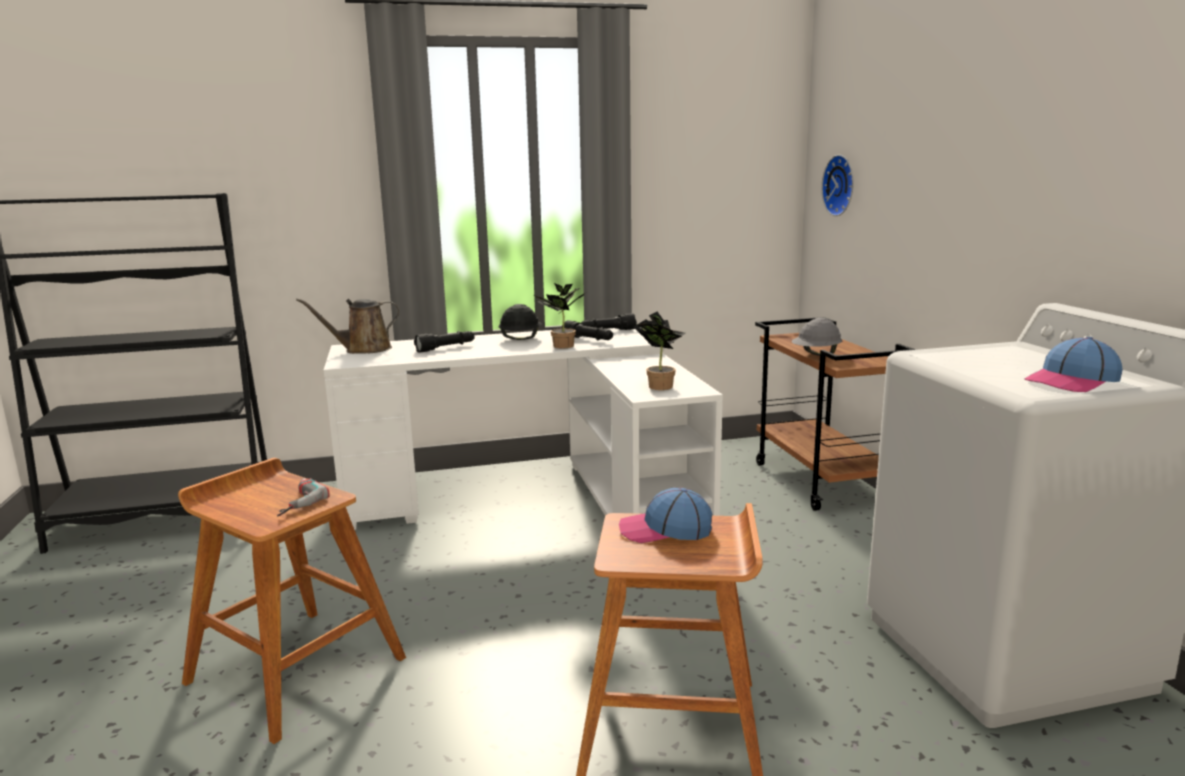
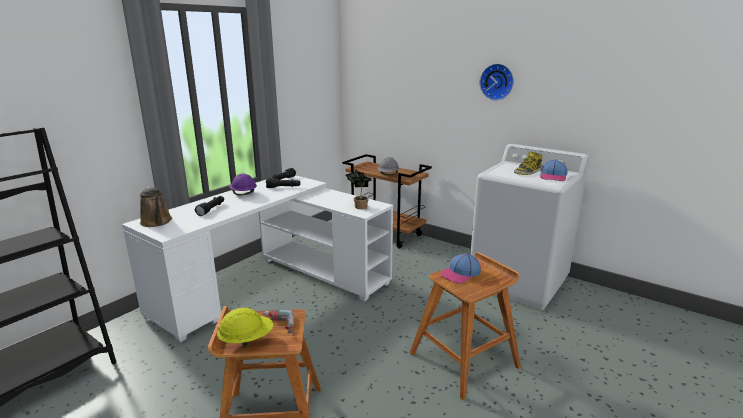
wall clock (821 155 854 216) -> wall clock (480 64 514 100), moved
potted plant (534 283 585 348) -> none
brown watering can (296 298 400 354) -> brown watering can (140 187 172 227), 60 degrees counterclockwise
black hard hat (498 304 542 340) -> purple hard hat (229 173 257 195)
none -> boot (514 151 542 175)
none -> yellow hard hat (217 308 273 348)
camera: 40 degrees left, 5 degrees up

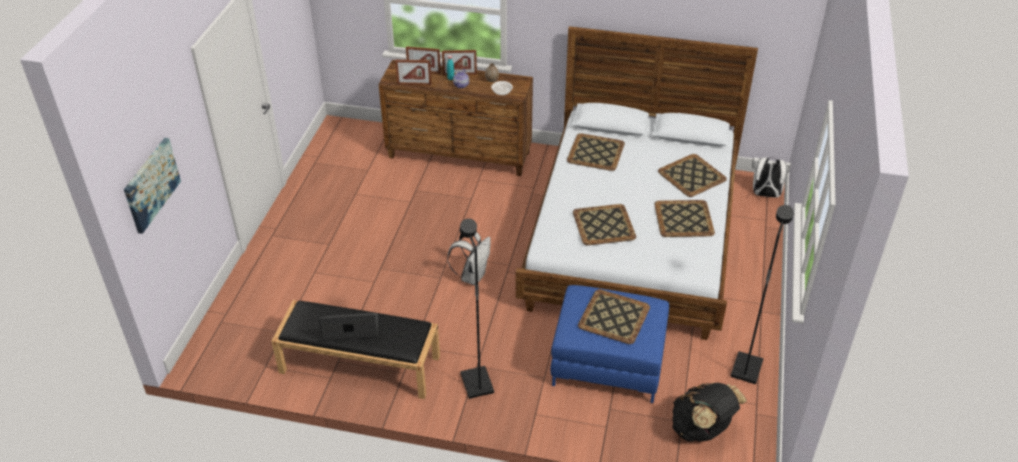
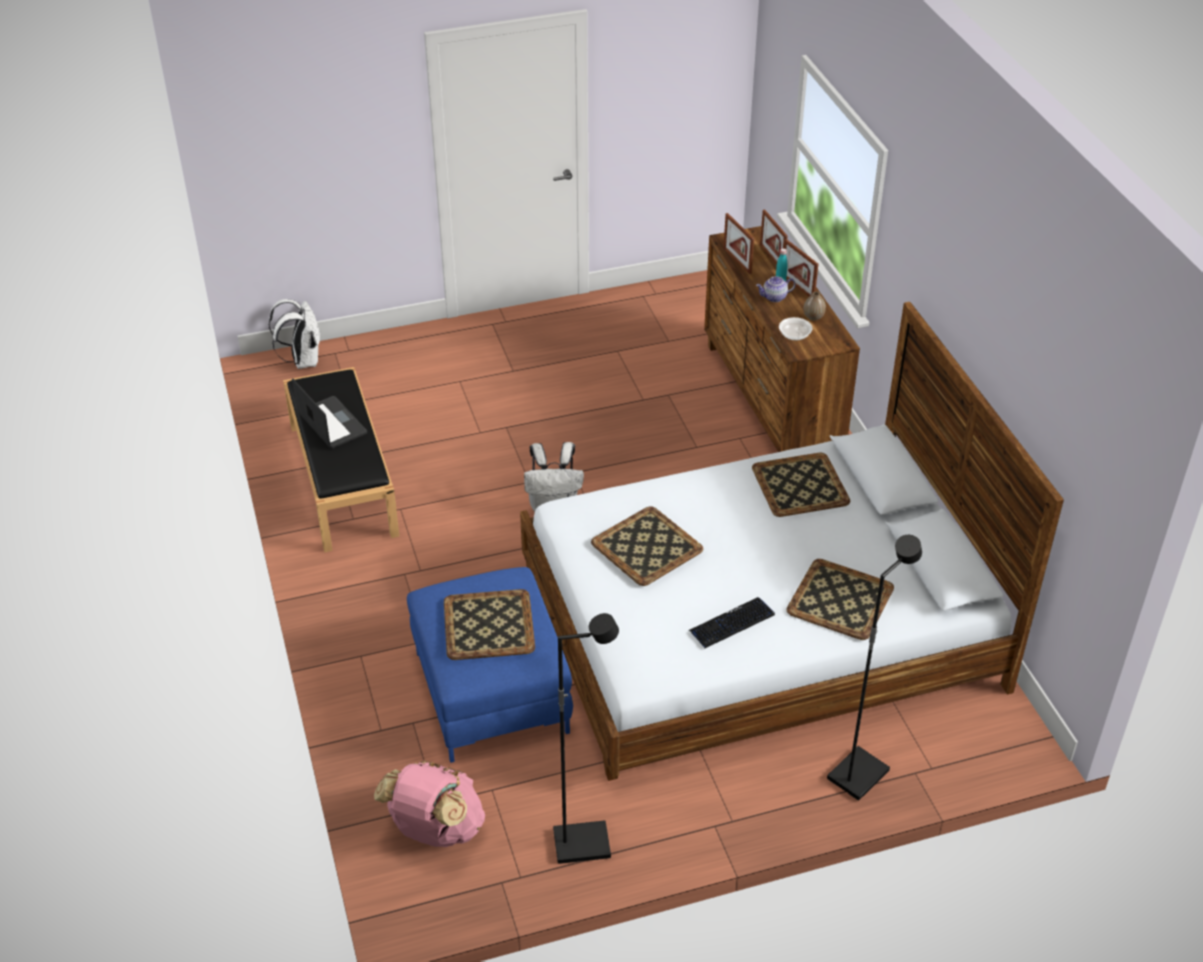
picture (124 138 181 234) -> none
white backpack (752 157 791 198) -> white backpack (268 299 320 369), moved
tray (654 200 715 237) -> keyboard (689 597 775 649)
black floor lamp (460 219 494 399) -> black floor lamp (827 535 922 801), moved
black backpack (672 382 747 442) -> pink backpack (374 760 485 847)
camera: 60 degrees right, 0 degrees up

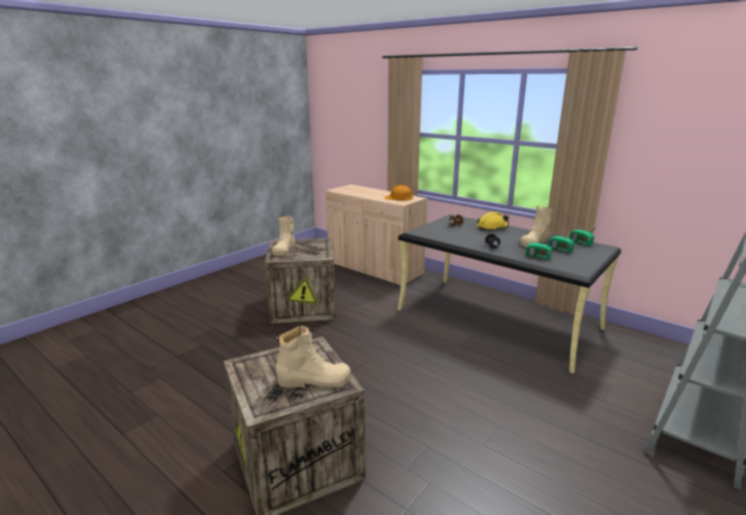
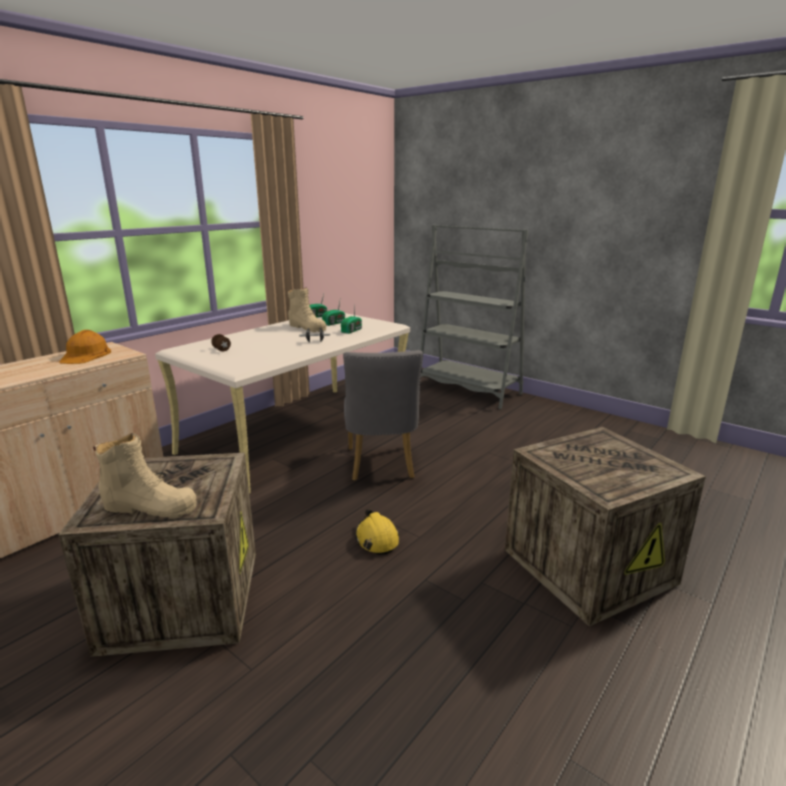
yellow hard hat (477 212 509 230) -> yellow hard hat (355 509 399 555), moved
black desk (397 214 621 374) -> beige desk (155 313 410 494)
beige boot (276 325 351 388) -> none
none -> grey chair (343 350 423 481)
camera: 90 degrees left, 0 degrees up

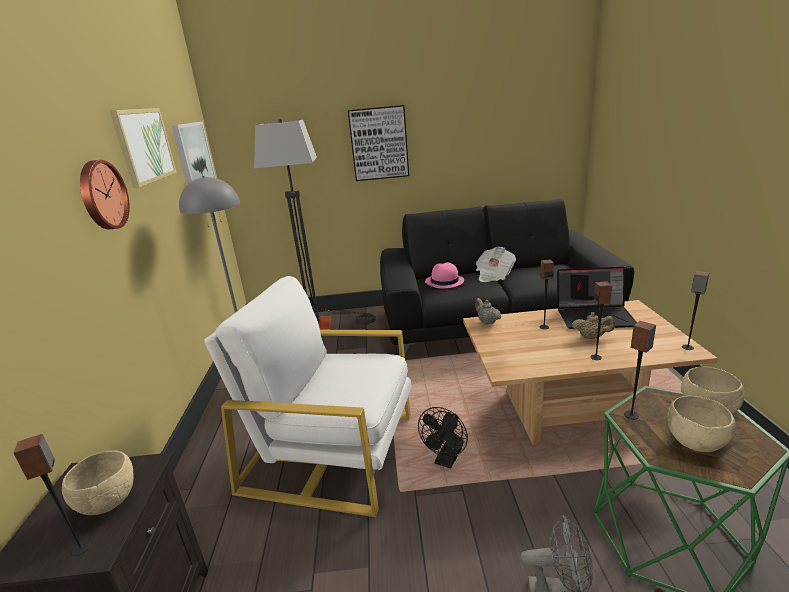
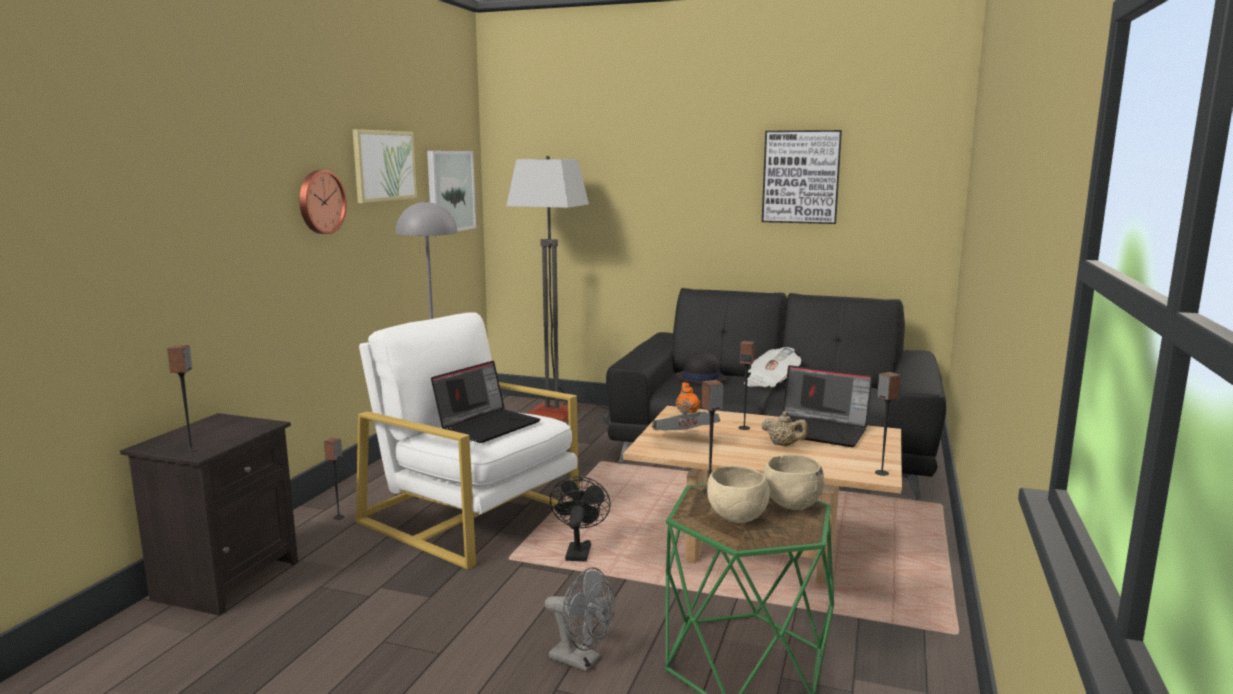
picture (348 105 409 181) -> picture (762 130 842 224), moved
pink hat (425 262 464 288) -> black hat (675 352 727 383)
speaker (591 281 612 360) -> speaker (324 437 345 520), moved
beige teapot (475 298 501 325) -> orange teapot (676 382 700 414)
black fan (418 407 468 468) -> black fan (550 476 611 562), 135 degrees clockwise
beige bowl (62 451 134 515) -> none
none -> laptop (431 361 540 443)
none -> newspaper (652 412 721 431)
camera: 20 degrees right, 10 degrees down

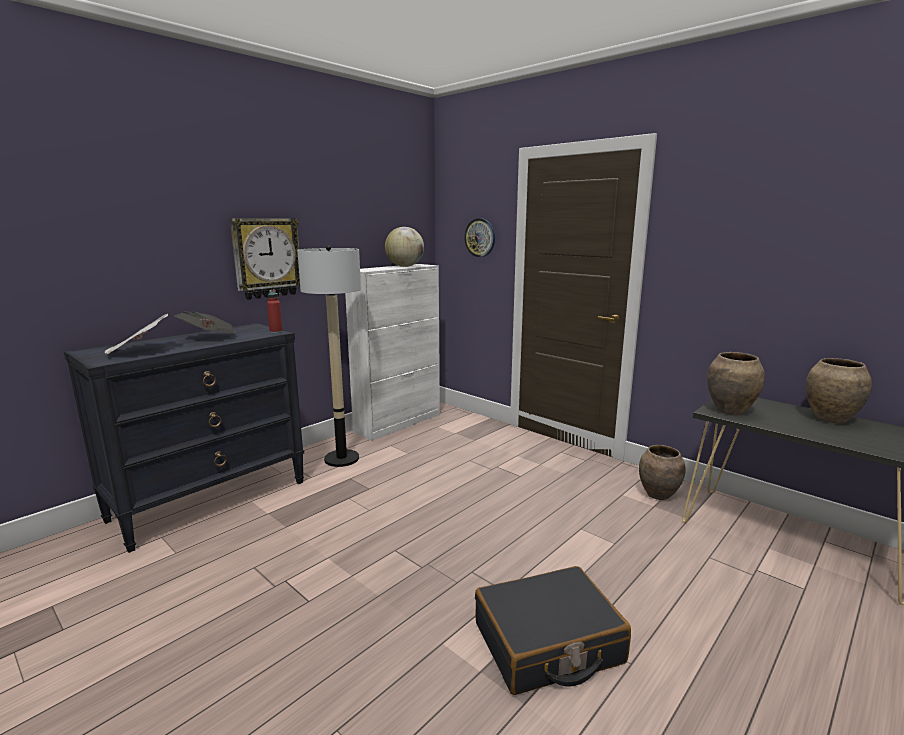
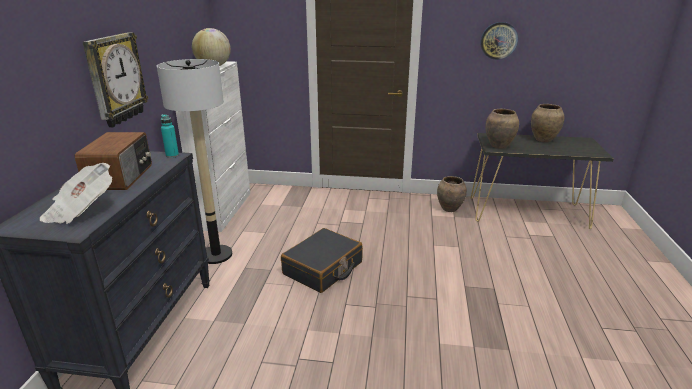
wall clock (464 218 495 257) -> wall clock (480 22 518 60), moved
red bottle (267 290 283 333) -> turquoise bottle (161 114 179 158)
newspaper (174 311 237 333) -> radio (75 132 152 190)
black suitcase (475 566 631 695) -> black suitcase (281 228 363 293), moved
camera: 35 degrees left, 10 degrees up

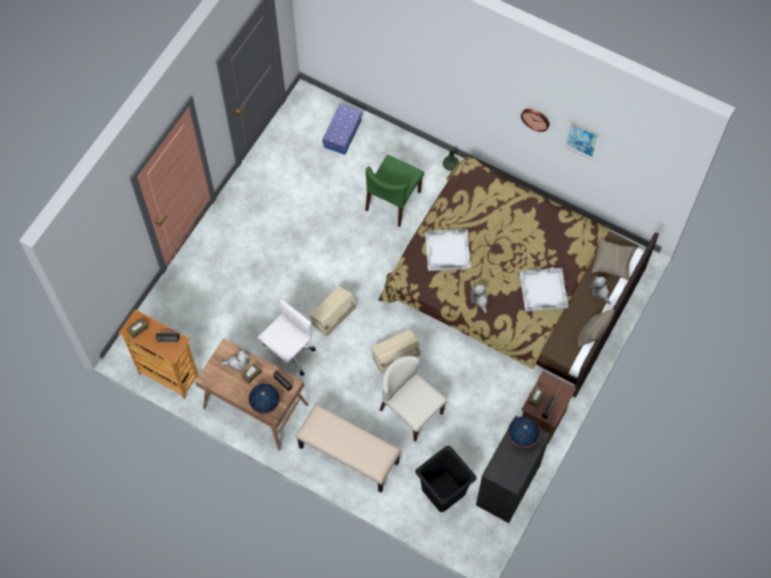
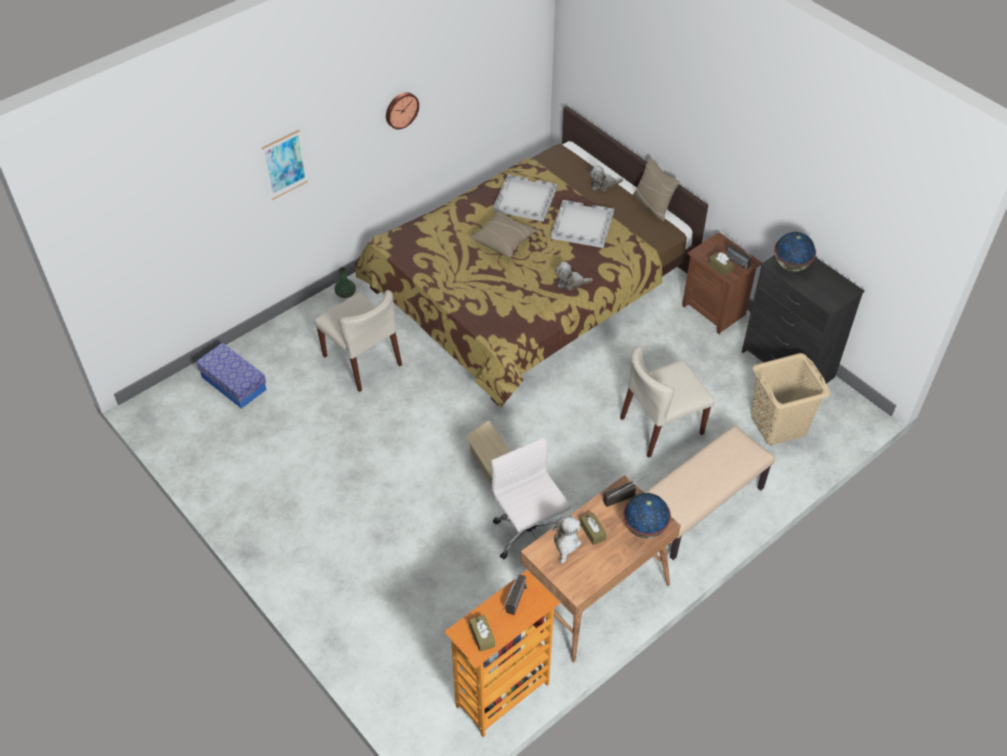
picture (564 120 600 160) -> picture (262 130 308 200), moved
green chair (365 155 424 227) -> beige chair (314 290 402 392)
white tray (425 229 471 271) -> white tray (493 174 558 222), moved
beige pillow (592 238 637 280) -> beige pillow (470 211 537 258), moved
beige storage box (371 329 420 374) -> none
black laundry basket (415 446 476 512) -> beige laundry basket (751 353 830 445)
camera: 70 degrees left, 15 degrees down

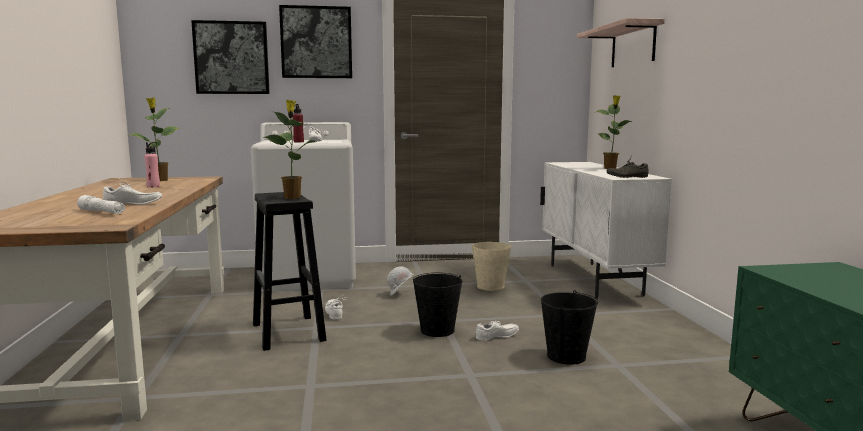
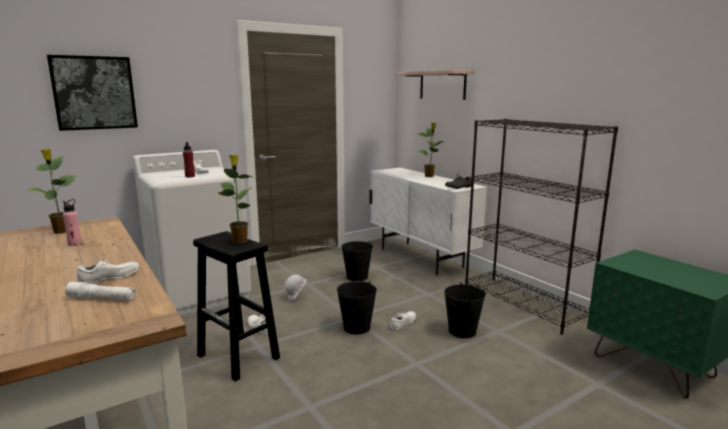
picture (279 5 352 78) -> none
beige bucket (472 242 511 291) -> black bucket (342 241 373 281)
none -> black bookcase (465 119 618 335)
camera: 25 degrees left, 5 degrees up

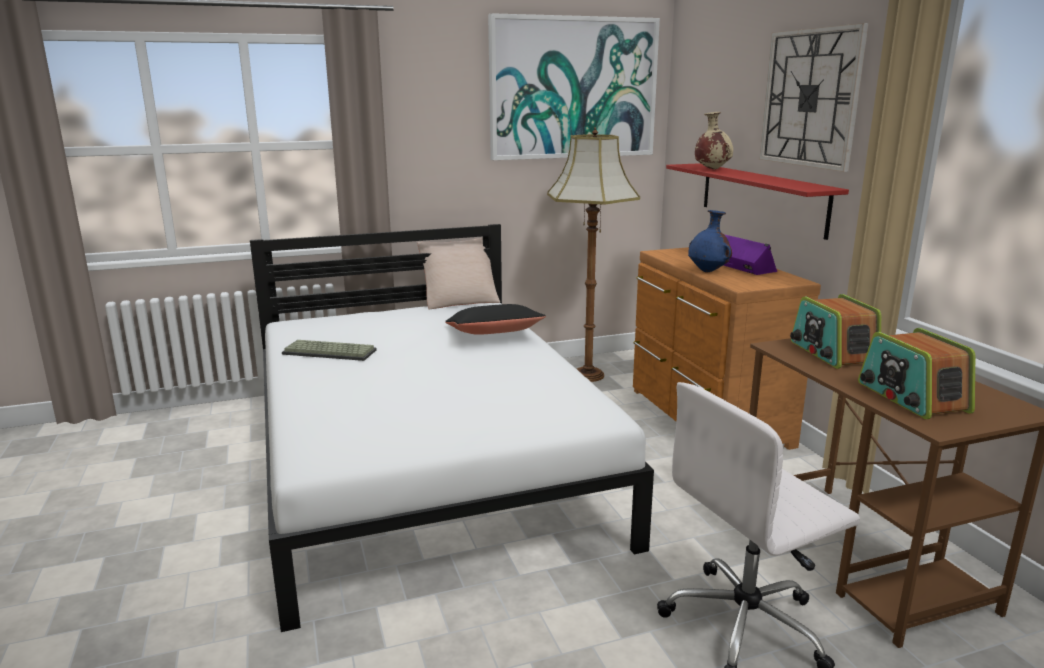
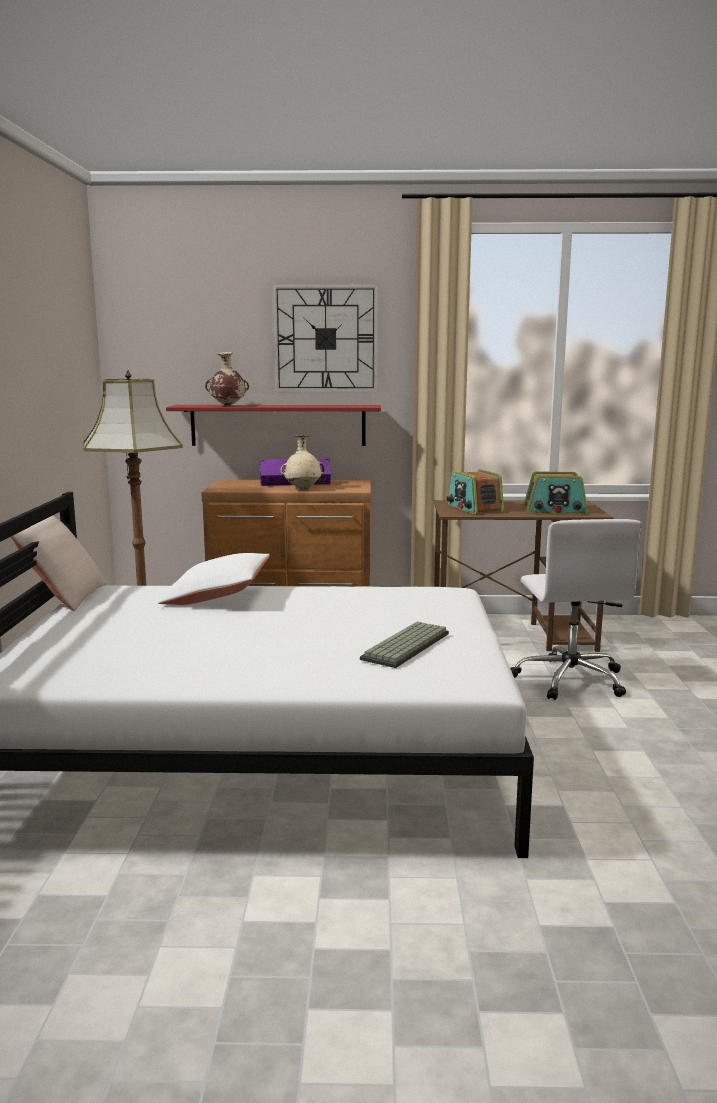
picture (488 13 660 160) -> none
blue vase (688 210 732 273) -> beige vase (280 435 325 490)
radio (790 294 881 369) -> radio (447 469 504 514), 60 degrees clockwise
black pillow (445 304 546 335) -> white pillow (158 553 270 605)
keyboard (282 340 377 361) -> keyboard (360 621 449 668), moved
camera: 70 degrees left, 5 degrees down

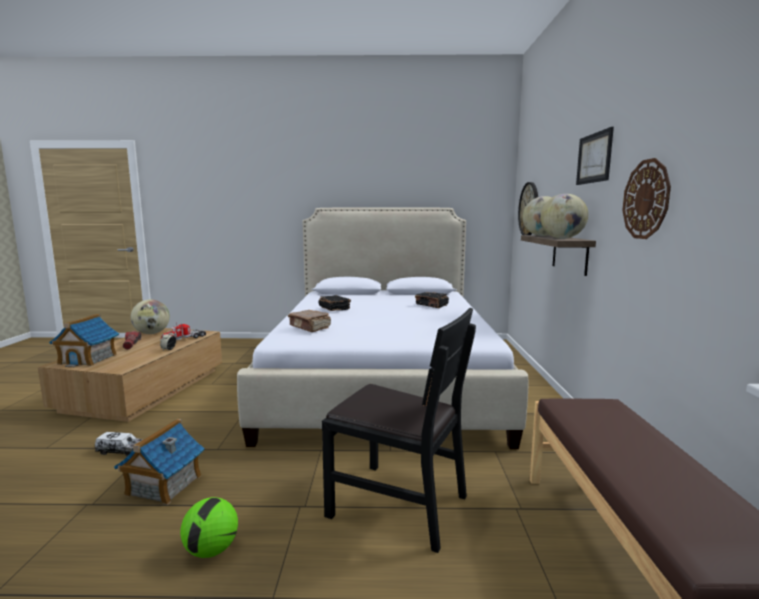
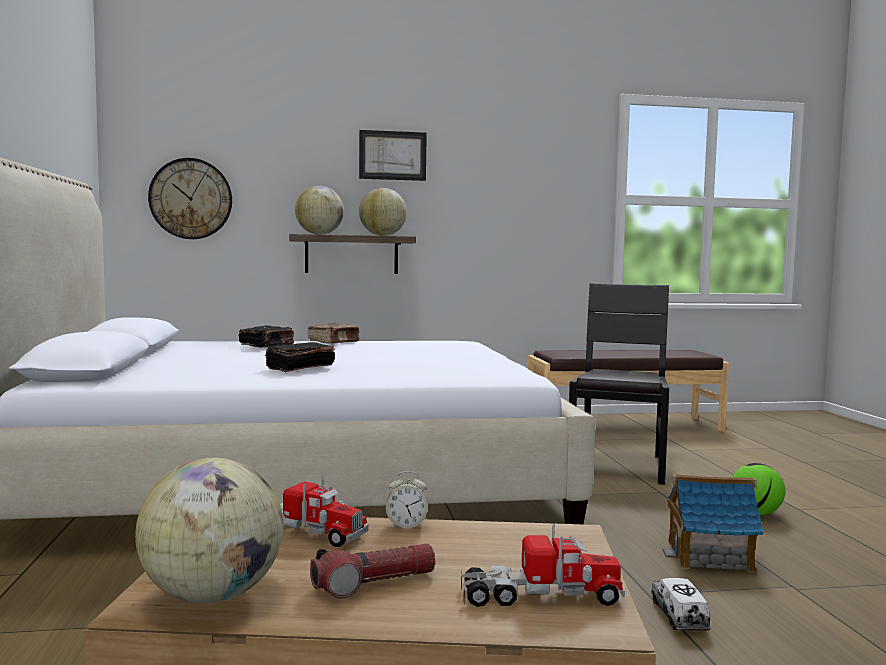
wall clock (622 158 671 239) -> none
brown book (288 310 331 332) -> brown book (307 323 359 343), moved
toy house (49 314 119 367) -> toy truck (461 523 625 607)
camera: 100 degrees left, 5 degrees down

